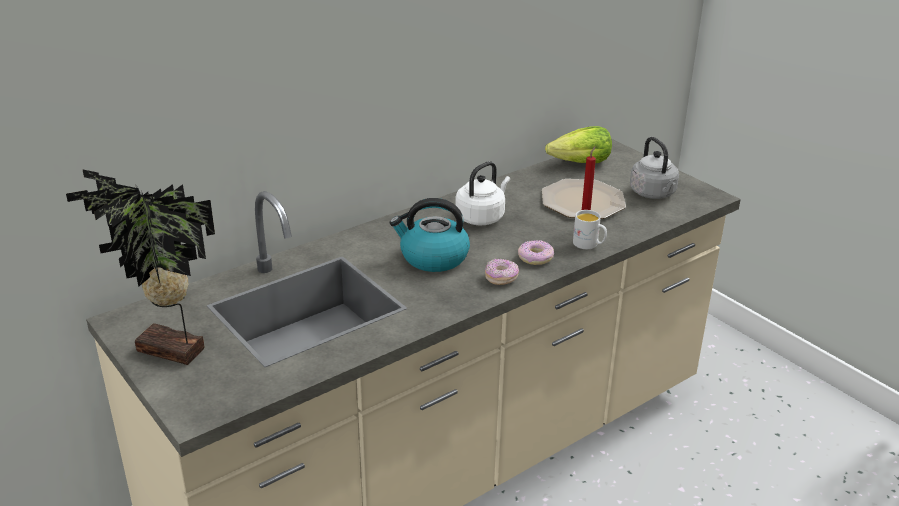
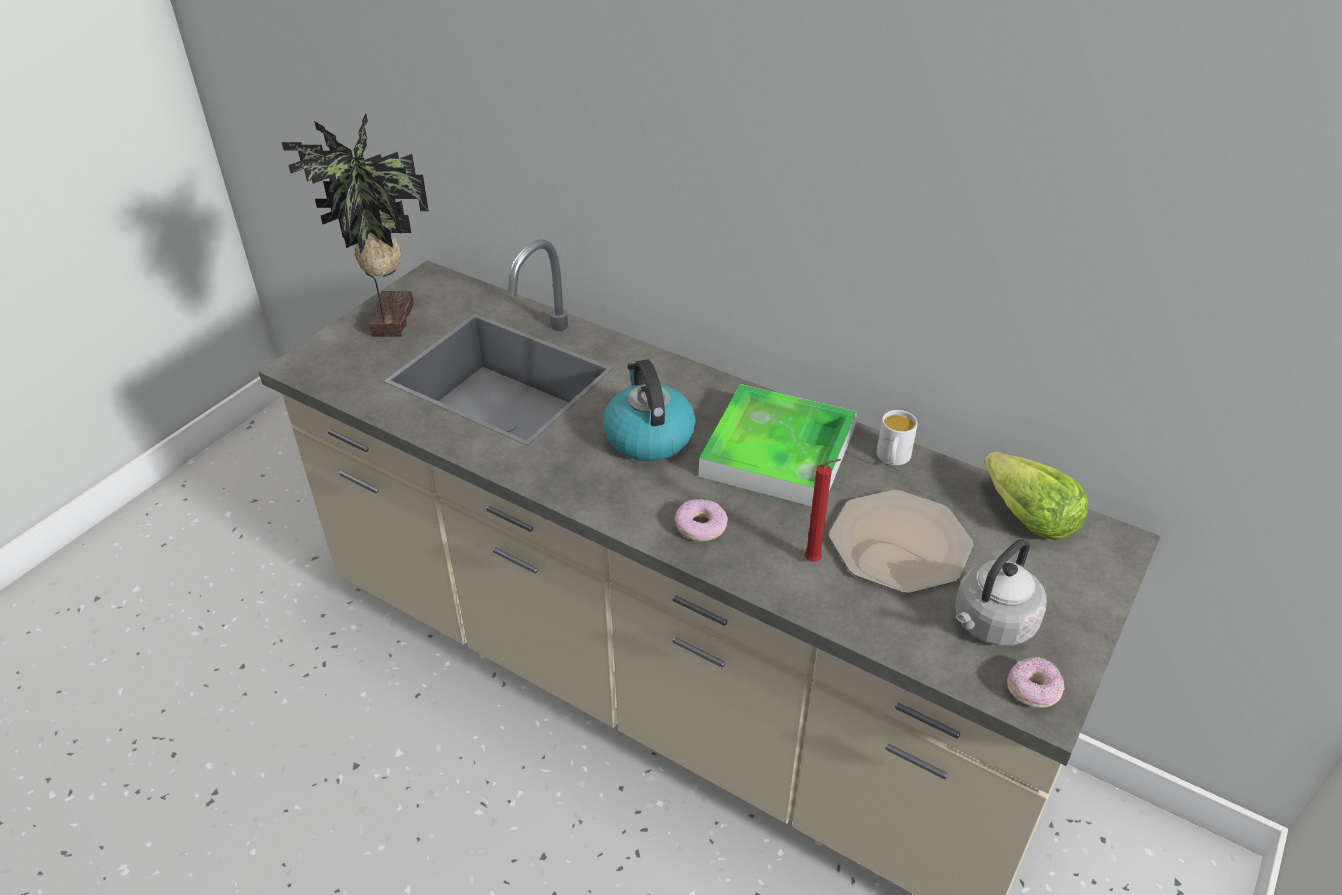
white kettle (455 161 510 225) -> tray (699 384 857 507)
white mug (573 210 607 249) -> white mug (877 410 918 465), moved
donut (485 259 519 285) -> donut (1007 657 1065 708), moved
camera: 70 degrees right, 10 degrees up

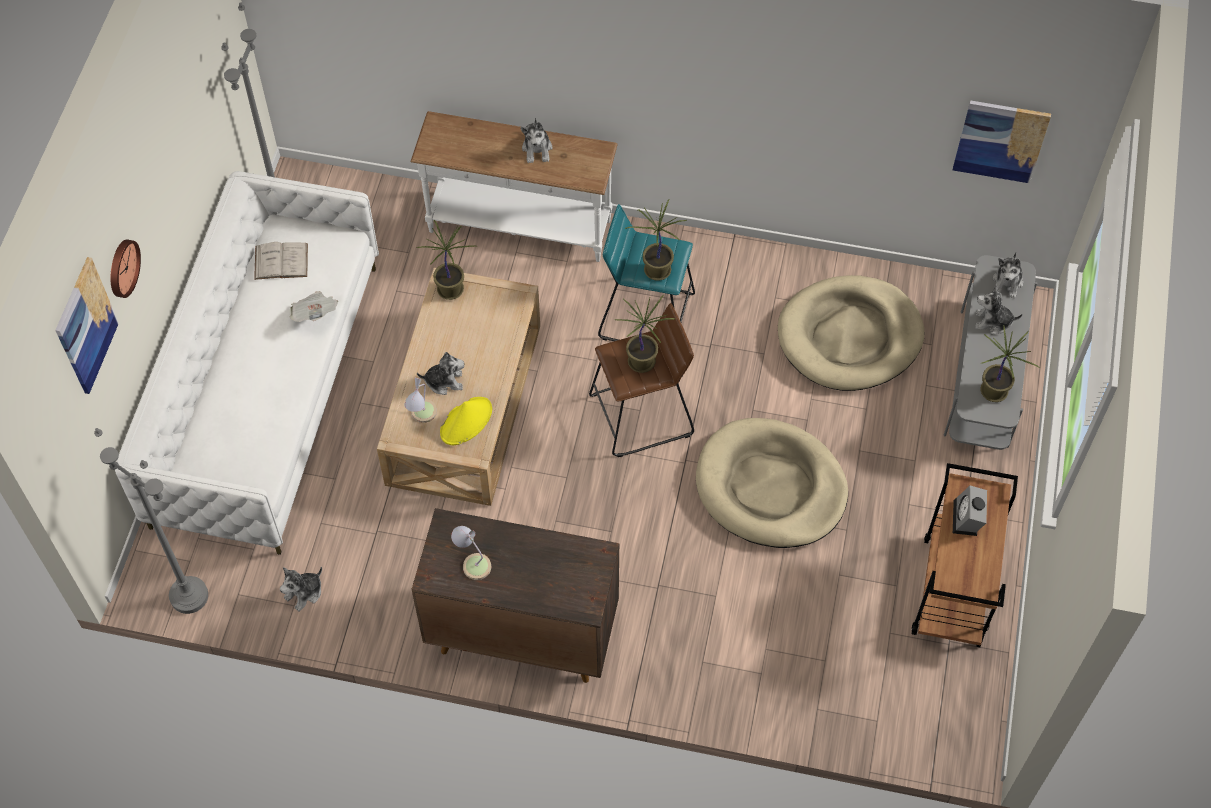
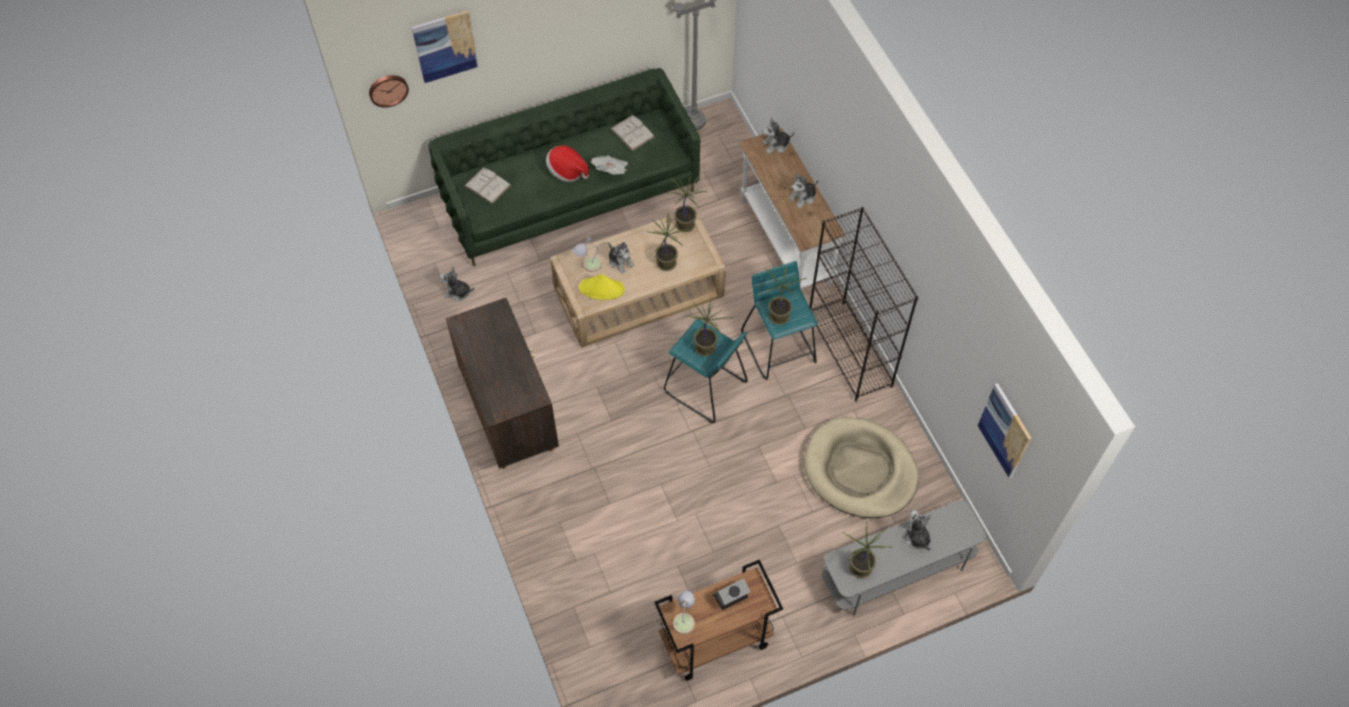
white sofa (115 171 379 555) -> green sofa (428 68 700 266)
wall clock (110 239 141 298) -> wall clock (369 75 409 107), moved
plush toy (992 252 1023 298) -> plush toy (762 118 795 154), moved
brown stool (589 303 694 457) -> turquoise stool (664 319 748 423)
beige dog bed (696 418 848 548) -> none
grey floor lamp (94 428 208 614) -> none
table lamp (451 526 491 580) -> table lamp (673 591 695 634), moved
none -> hat (546 145 589 182)
none -> white book (464 168 512 204)
none -> black bookcase (809 207 918 401)
none -> potted plant (646 213 691 271)
camera: 55 degrees right, 0 degrees up

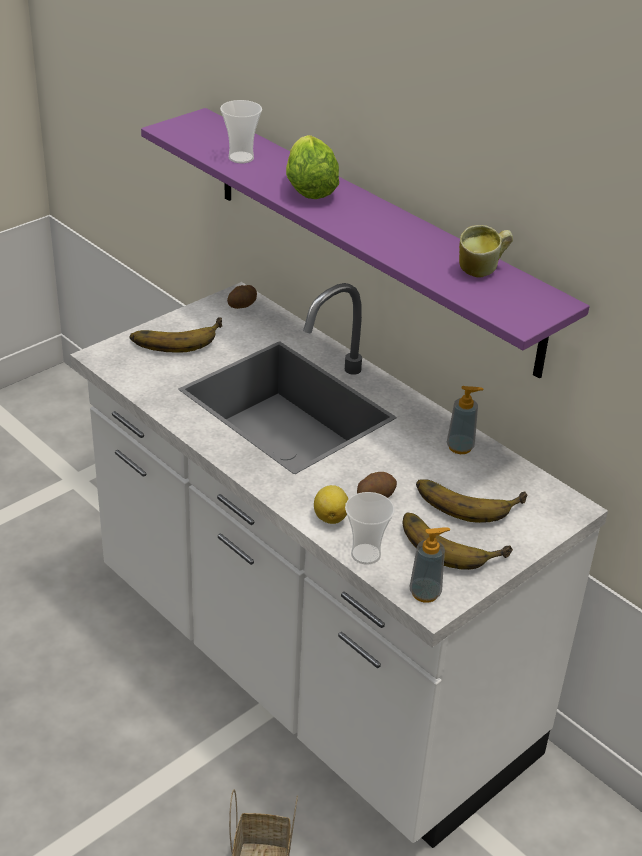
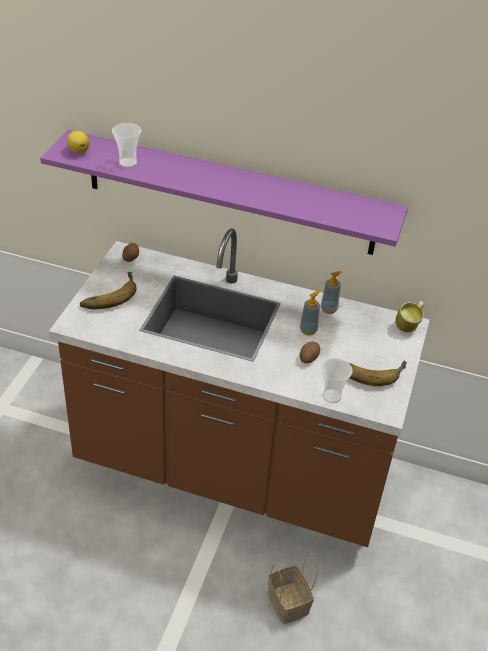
lettuce (286 135 339 199) -> none
mug (459 225 513 278) -> mug (395 301 424 332), moved
white counter (70 282 608 848) -> brown counter (49 228 430 547)
banana (416 479 528 523) -> none
lemon (314 485 348 524) -> lemon (67 131 90 154), moved
soap dispenser (410 527 450 603) -> soap dispenser (300 290 321 335), moved
camera: 30 degrees left, 5 degrees up

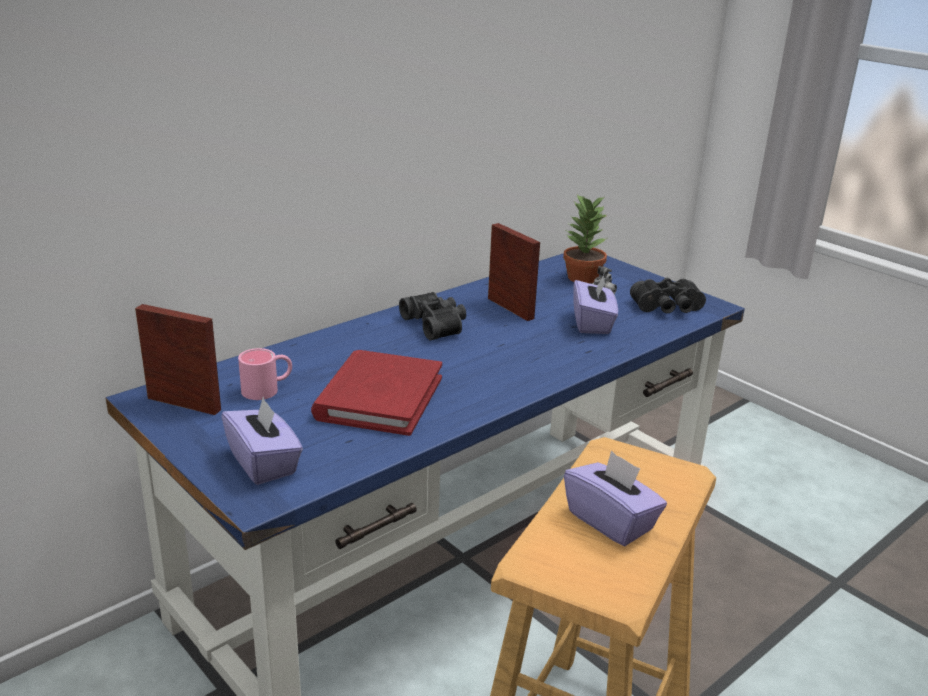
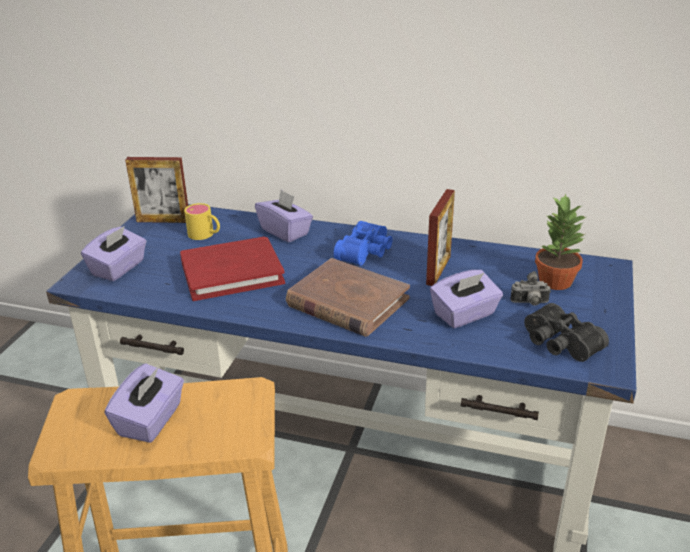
black binoculars (399 292 466 340) -> blue binoculars (334 221 393 265)
picture frame (135 304 221 415) -> picture frame (125 157 188 223), 105 degrees clockwise
pink mug (238 348 292 400) -> yellow mug (184 203 220 240)
none -> purple tissue box (255 190 313 242)
none -> brown book (286 258 410 337)
camera: 60 degrees right, 5 degrees up

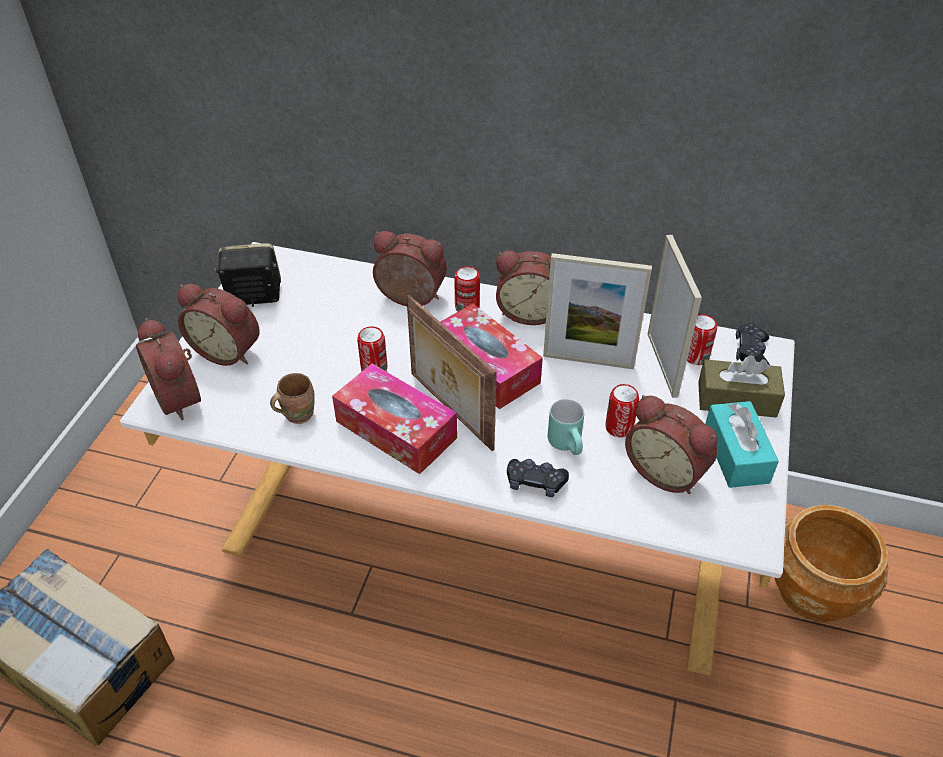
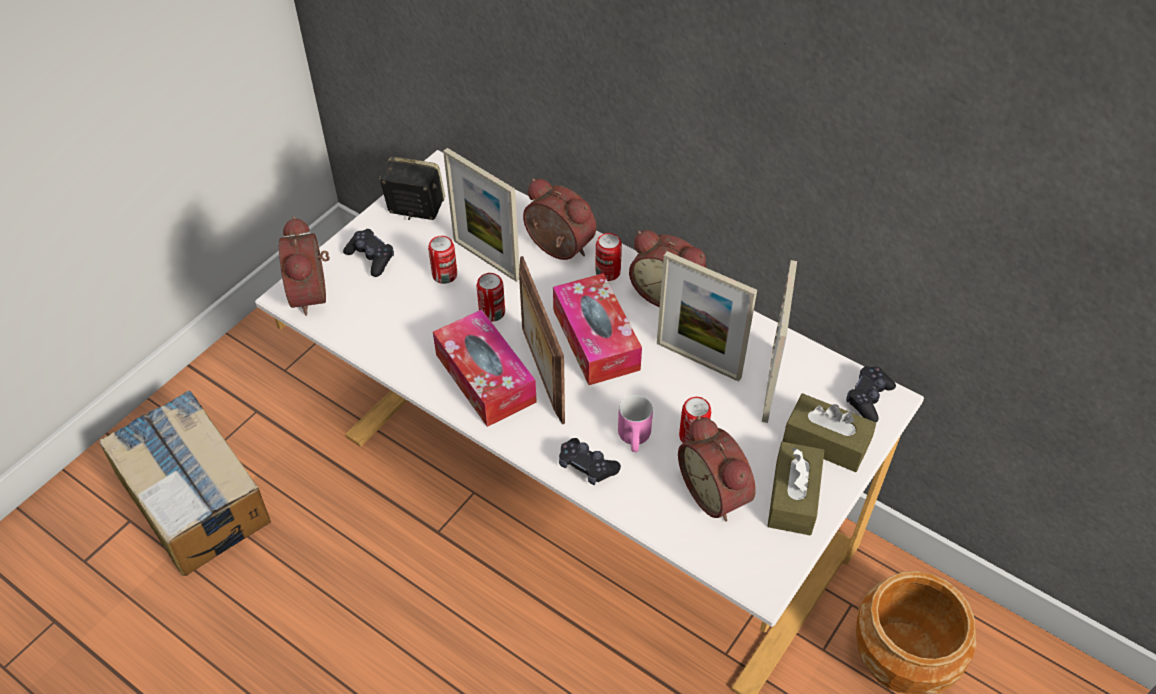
alarm clock (178 284 259 366) -> black game controller (343 229 394 277)
can (687 314 717 365) -> can (428 236 457 284), moved
brown mug (270 373 315 424) -> none
turquoise mug (548 399 584 455) -> pink mug (618 395 653 452)
turquoise tissue box (705 401 779 488) -> brown tissue box (767 442 824 535)
none -> picture frame (443 148 519 282)
camera: 20 degrees right, 5 degrees up

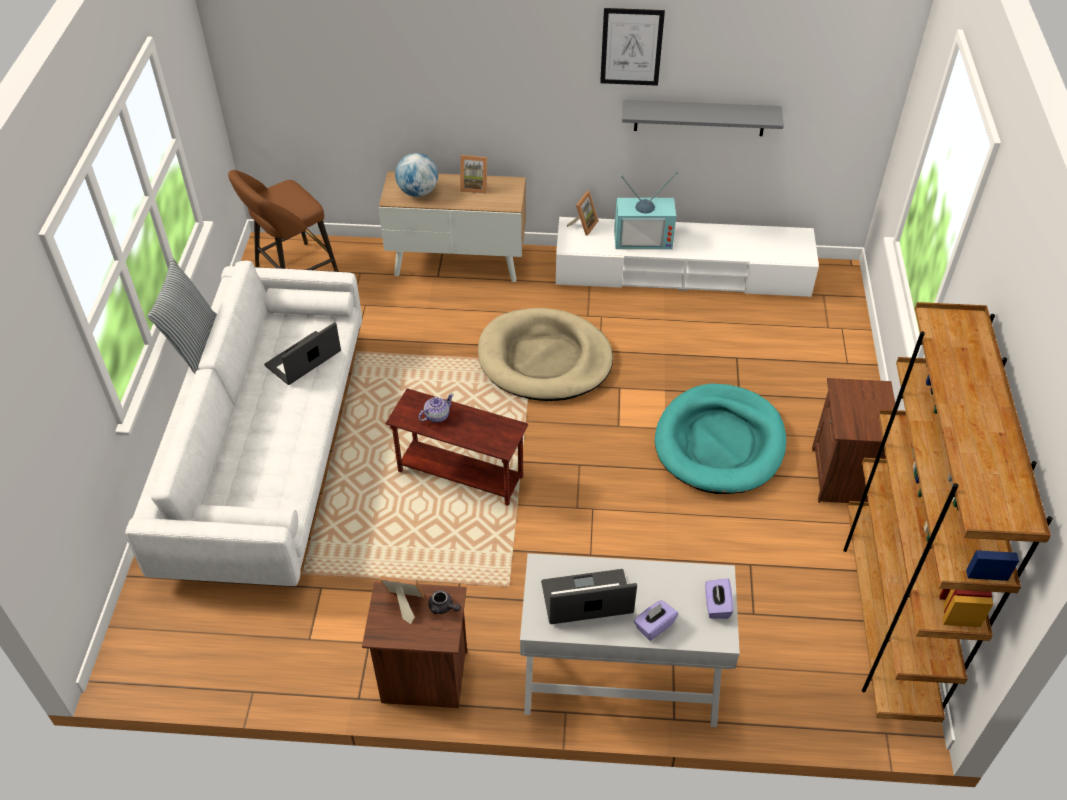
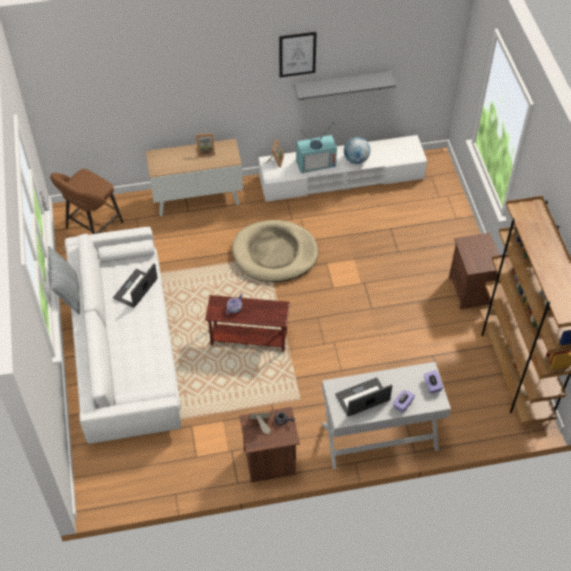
globe (395 153 438 197) -> globe (344 137 370 164), moved
turquoise dog bed (655 383 786 494) -> none
camera: 15 degrees left, 5 degrees up

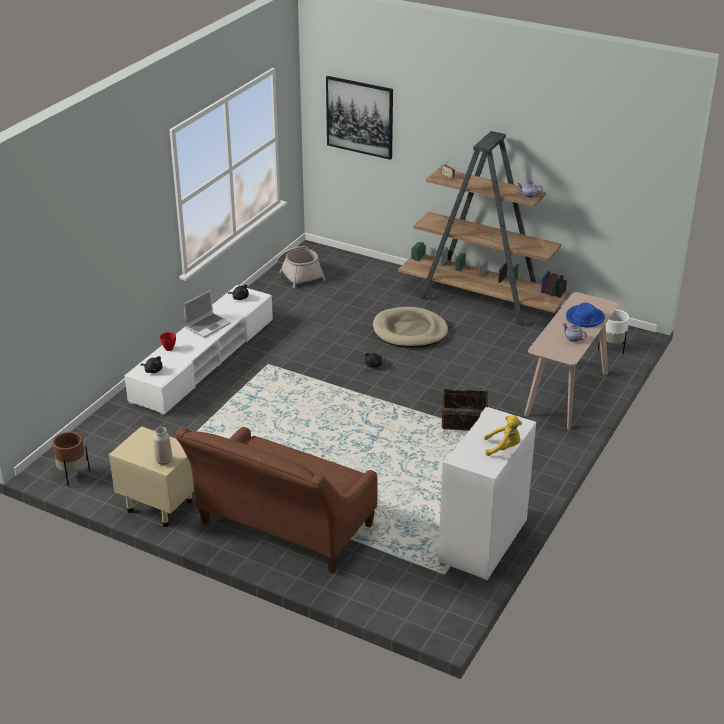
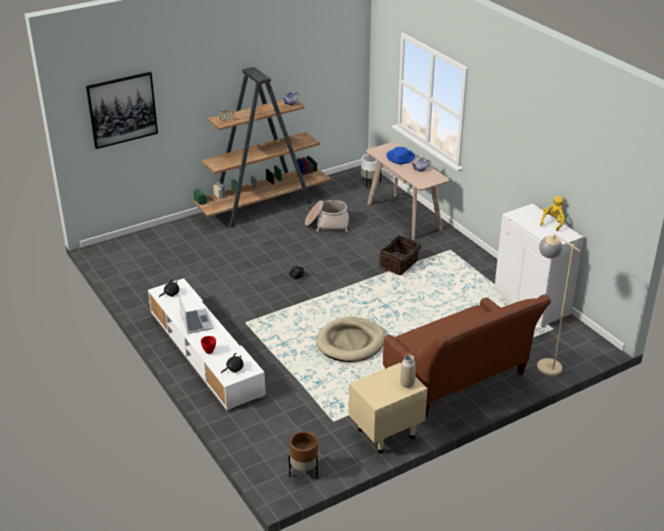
basket (277 246 326 288) -> basket (305 200 349 232), moved
beige dog bed (373 307 448 348) -> beige dog bed (316 317 385 362), moved
none -> beige floor lamp (537 233 580 376)
camera: 60 degrees left, 0 degrees up

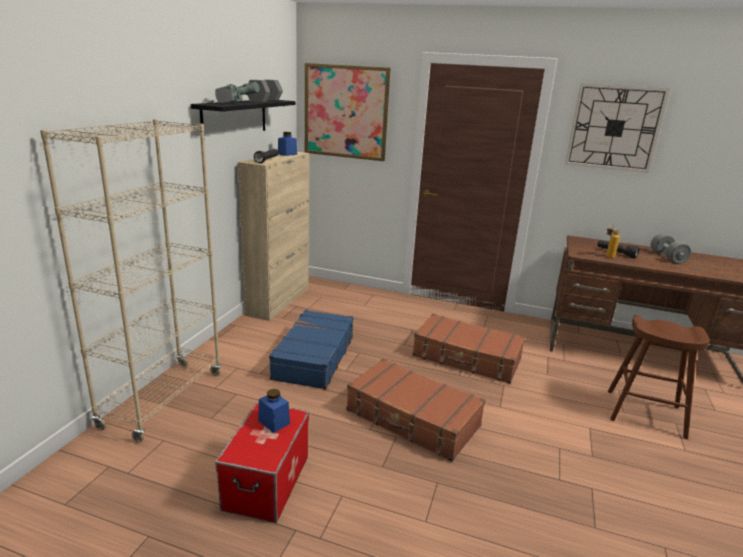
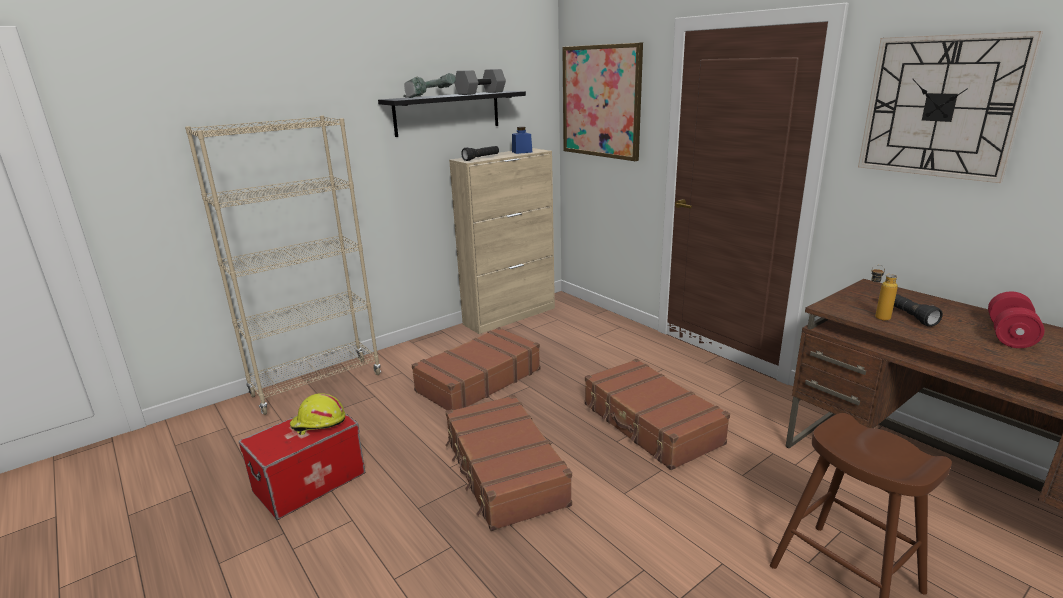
grey dumbbell (651 233 691 264) -> red dumbbell (988 292 1045 348)
blue suitcase (269 310 354 389) -> brown suitcase (412 327 540 410)
blue jar (258 389 290 433) -> yellow hard hat (290 393 345 435)
camera: 35 degrees right, 0 degrees up

